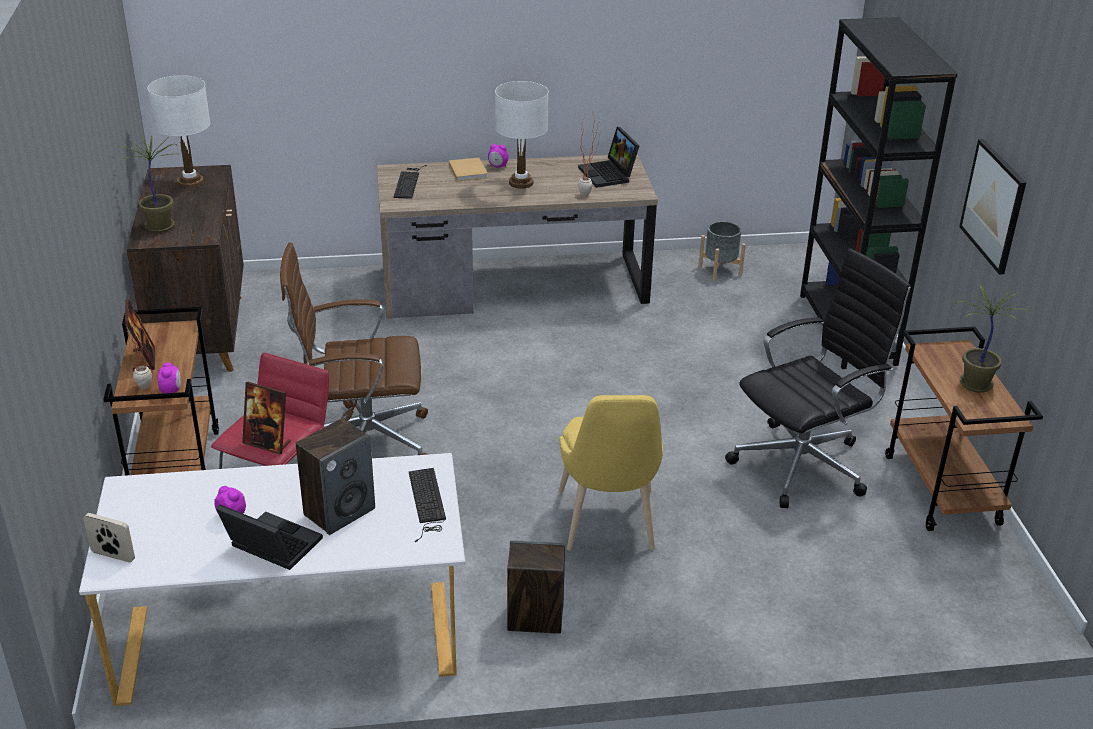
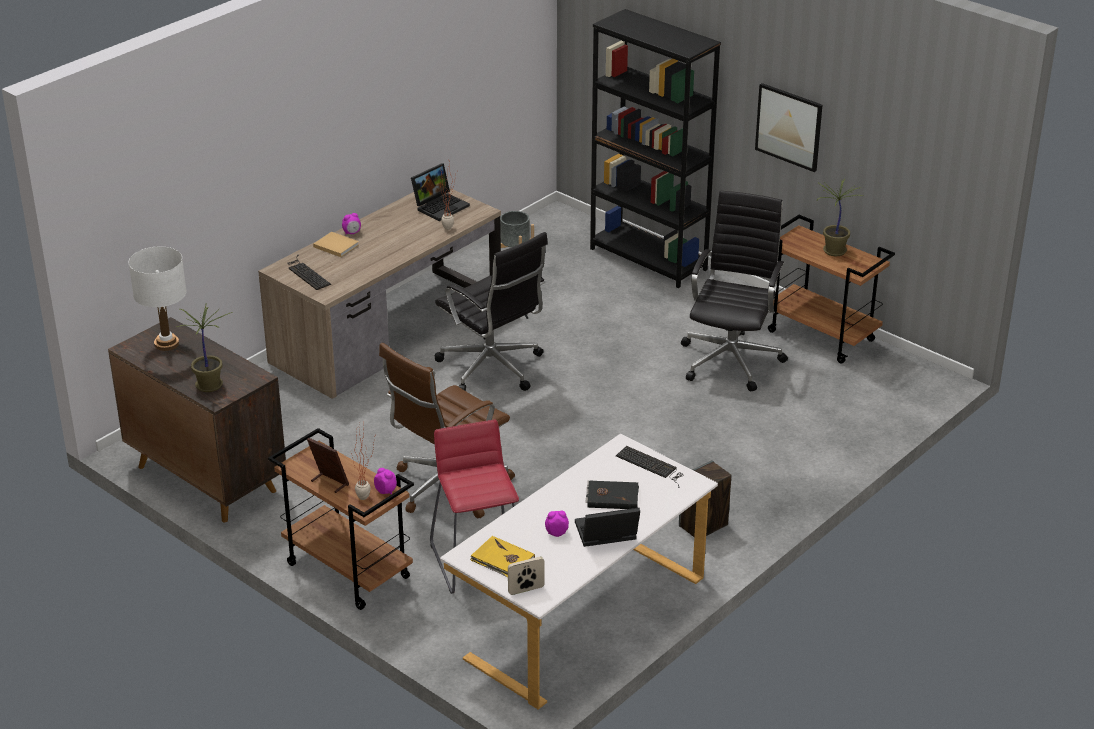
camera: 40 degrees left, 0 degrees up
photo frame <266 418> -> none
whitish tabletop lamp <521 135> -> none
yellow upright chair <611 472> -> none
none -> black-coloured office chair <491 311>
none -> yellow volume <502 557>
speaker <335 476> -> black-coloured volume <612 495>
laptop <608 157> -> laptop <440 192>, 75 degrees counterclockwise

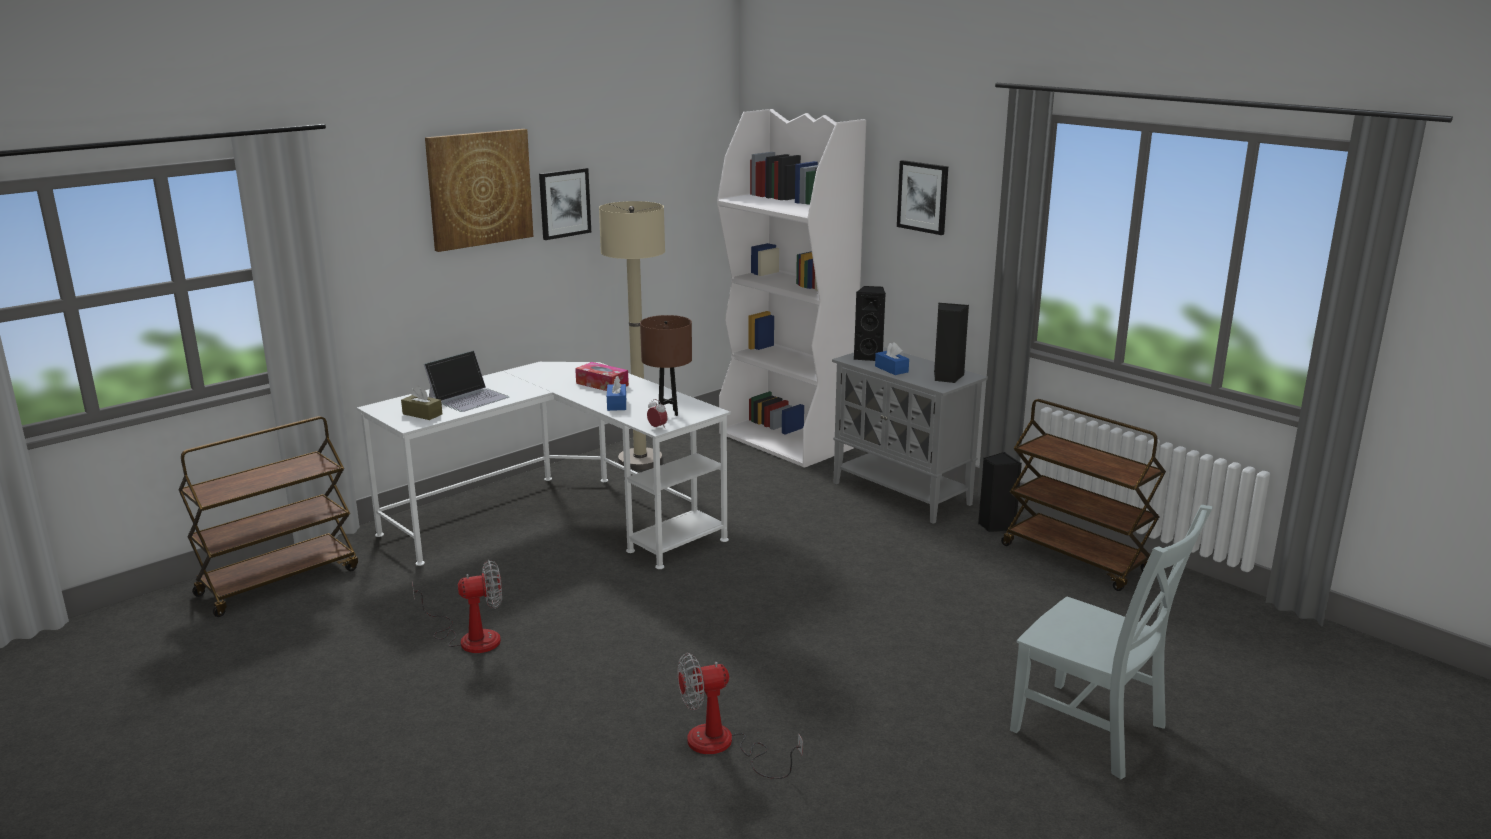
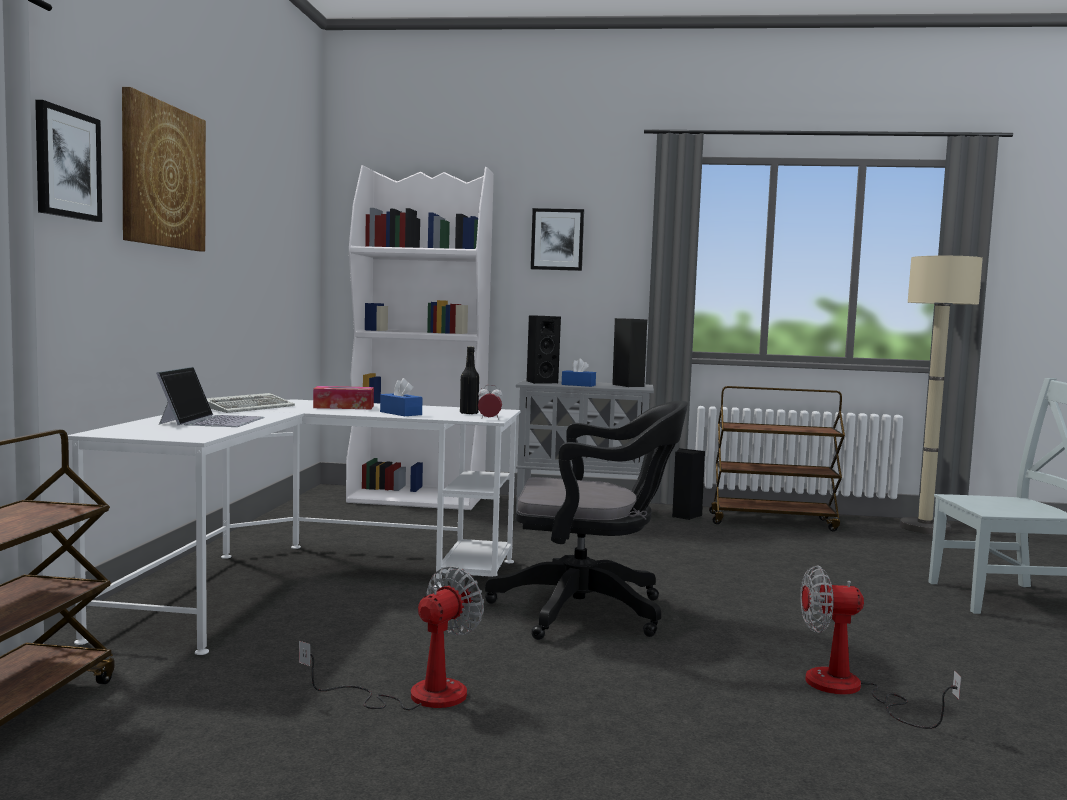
camera: 40 degrees left, 15 degrees down
brown-coloured tissue holder <421 403> -> none
none -> keyboard <251 403>
none -> black-coloured office chair <586 520>
wall picture <565 204> -> wall picture <68 161>, move
beige standing lamp <632 335> -> beige standing lamp <941 395>, move
brown-coloured tabletop lamp <666 365> -> black-coloured drink bottle <469 380>
cooling fan <740 716> -> cooling fan <880 647>, 60 degrees clockwise

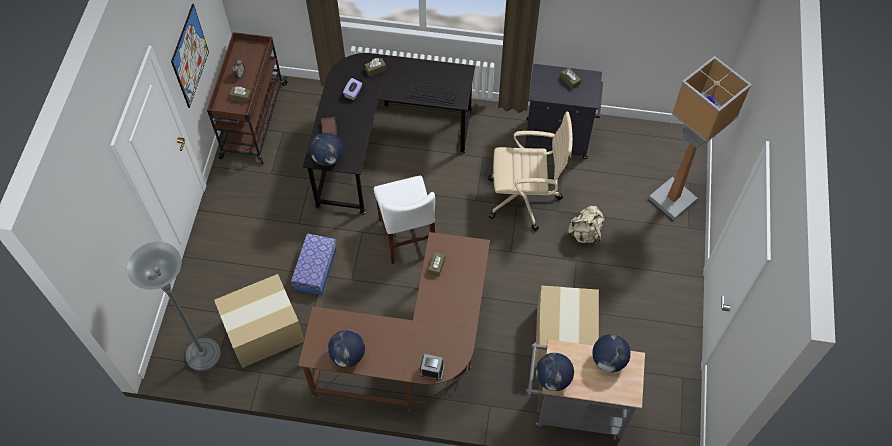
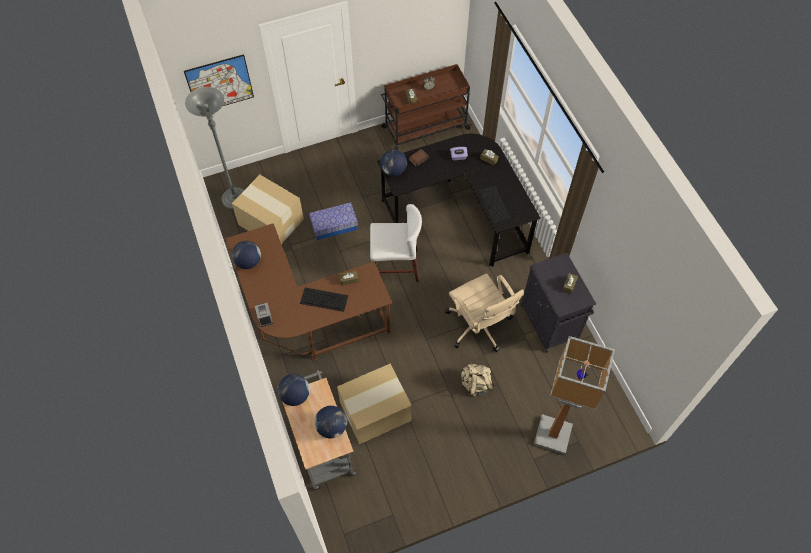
camera: 60 degrees right, 0 degrees up
none -> keyboard <324 299>
wall picture <190 56> -> wall picture <219 80>, move
whitish upright chair <404 220> -> whitish upright chair <396 243>, 135 degrees counterclockwise

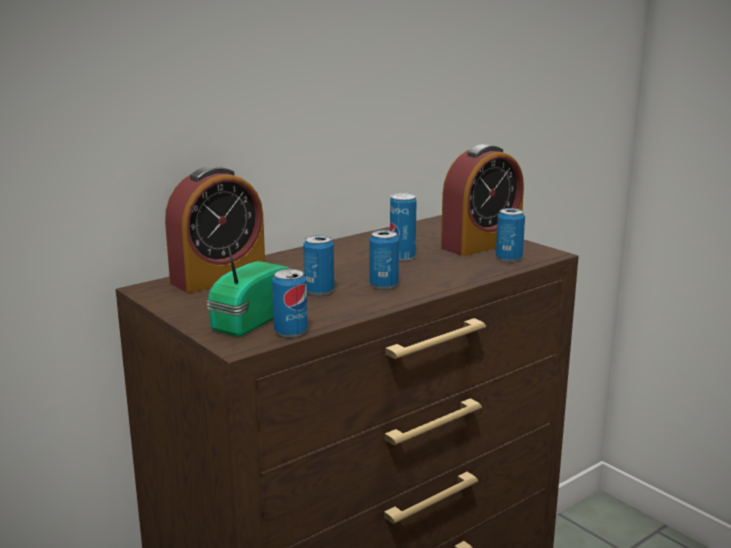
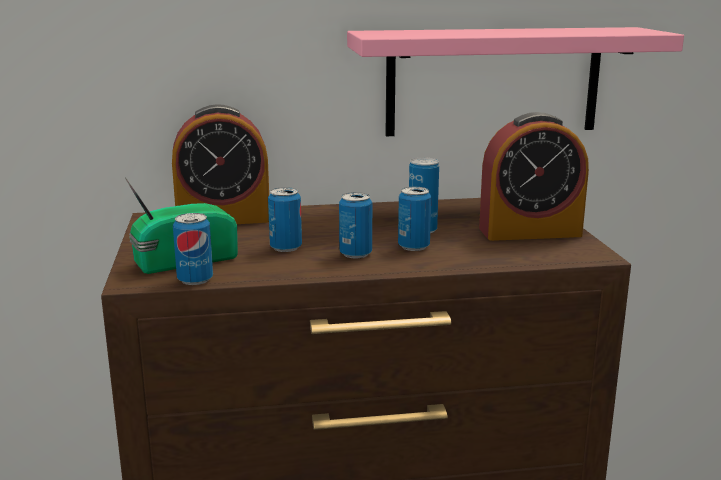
camera: 30 degrees right, 0 degrees up
none -> pink wall shelf <515 81>
sealed can <510 235> -> sealed can <414 219>, move

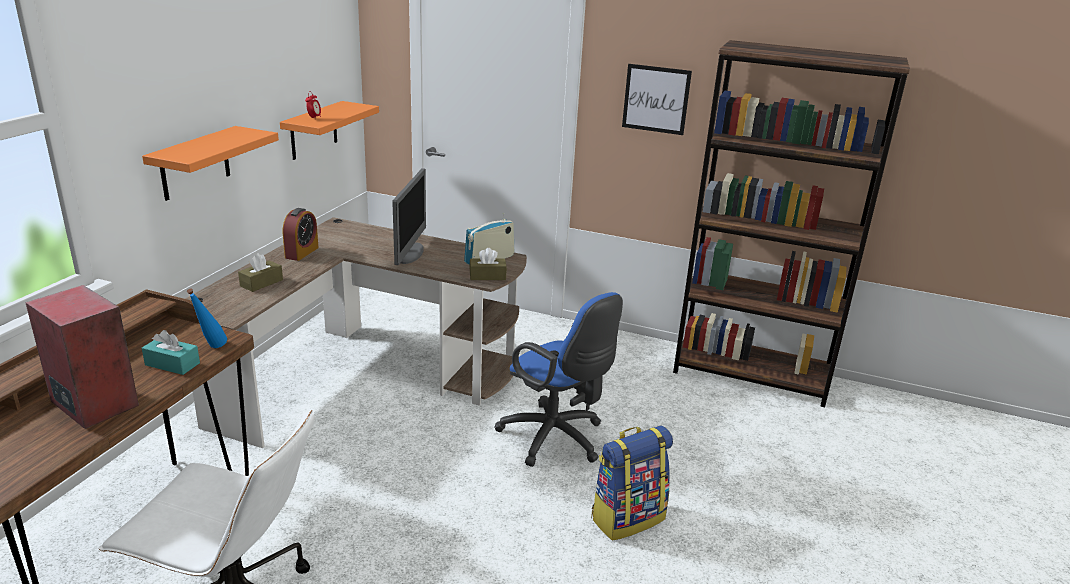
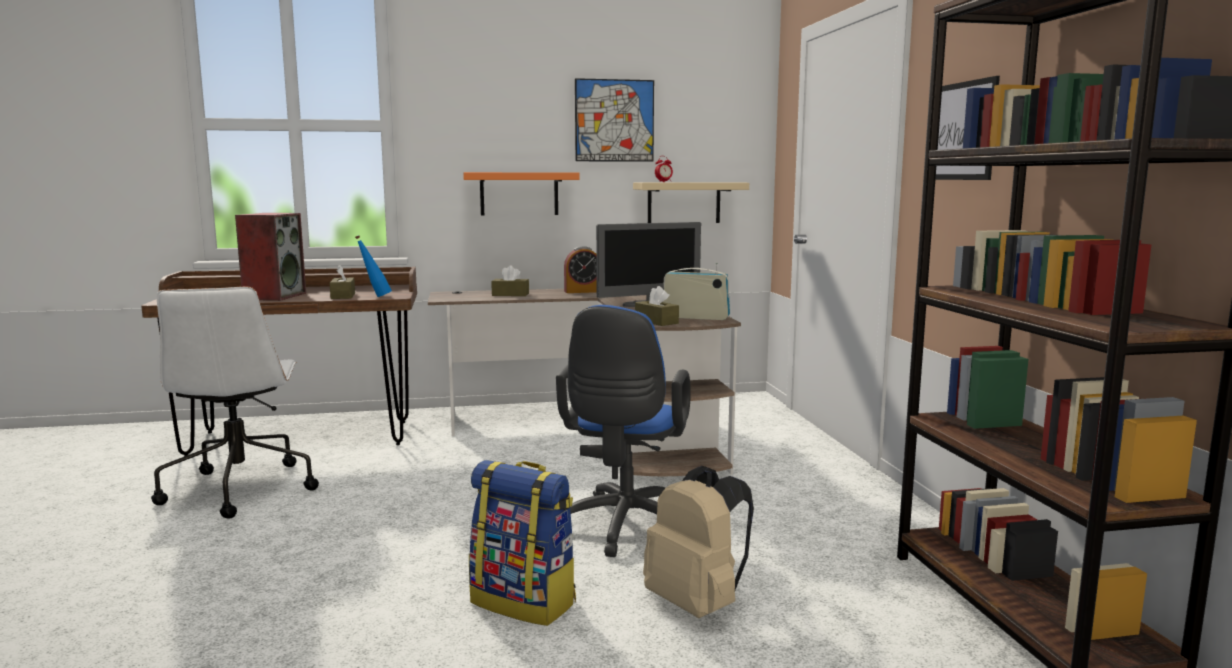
camera: 60 degrees right, 15 degrees down
none -> wall picture <614 120>
none -> beige rucksack <698 542>
blue-green tissue holder <171 352> -> brown-coloured tissue holder <342 281>
orange wall shelf <329 130> -> beige wall shelf <691 202>

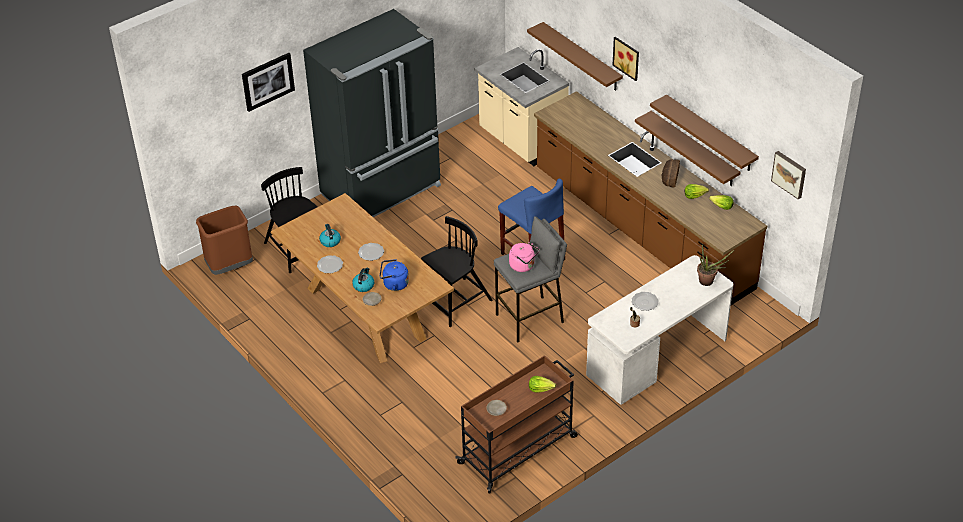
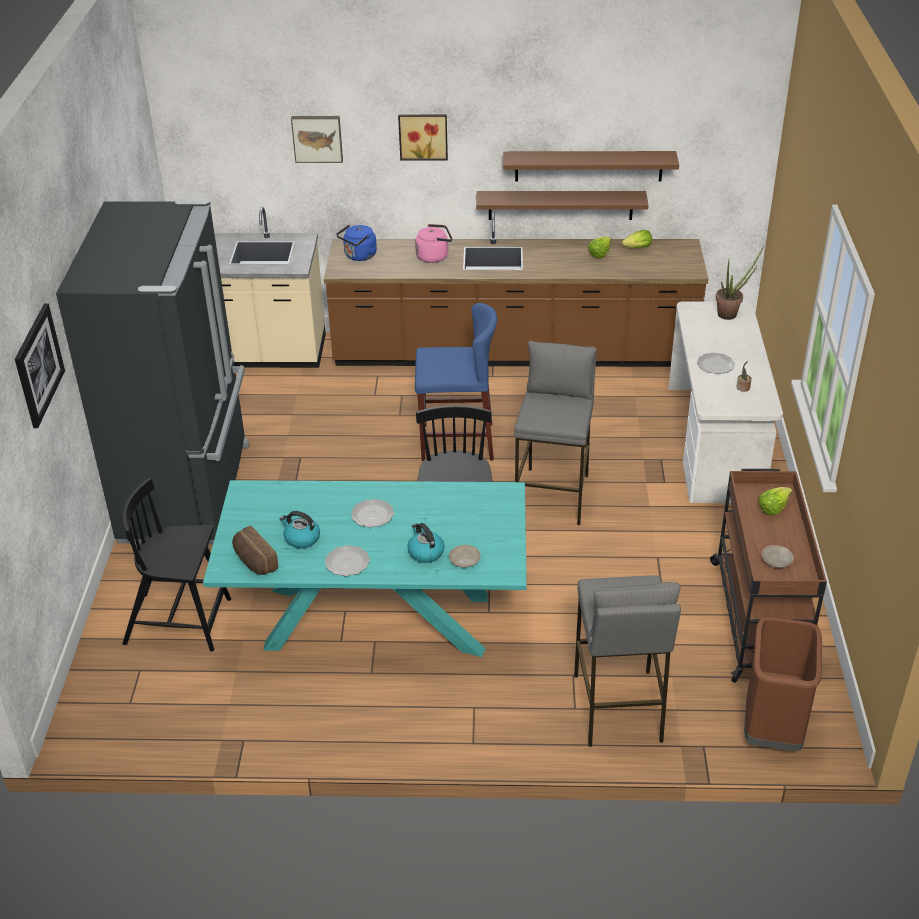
camera: 50 degrees left, 5 degrees down
brown-coloured wall shelf <575 56> -> none
none -> gray stool seat <627 661>
brown-coloured trash can <224 240> -> brown-coloured trash can <783 683>, move
blue-coloured water kettle <394 275> -> blue-coloured water kettle <356 243>, move
pink water kettle <524 257> -> pink water kettle <433 243>, move
baked bread <671 173> -> baked bread <255 550>, move
wall picture <788 175> -> wall picture <317 139>, move
brown-coloured dinner table <362 278> -> blue-green dinner table <365 568>

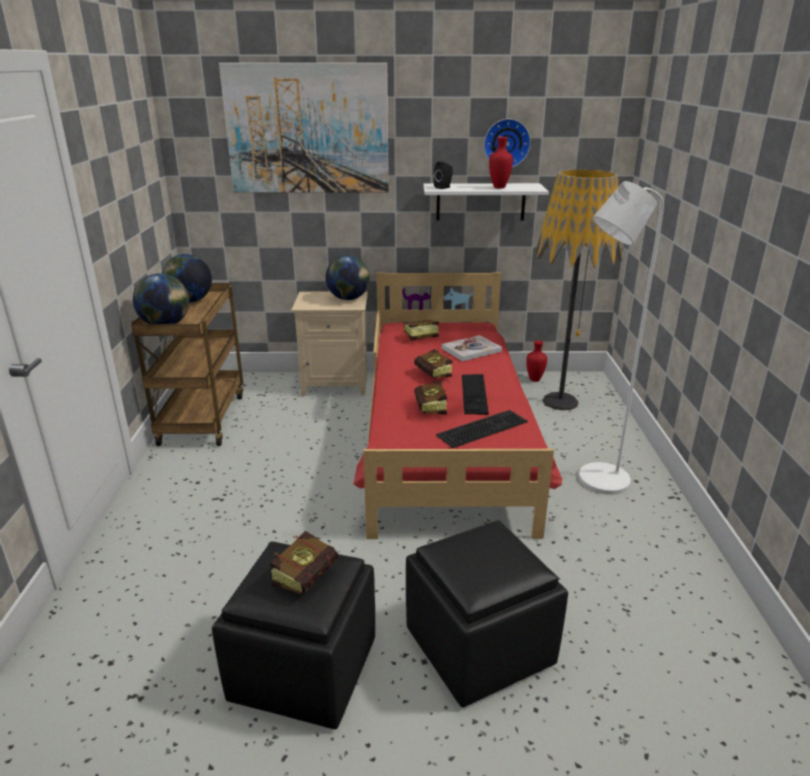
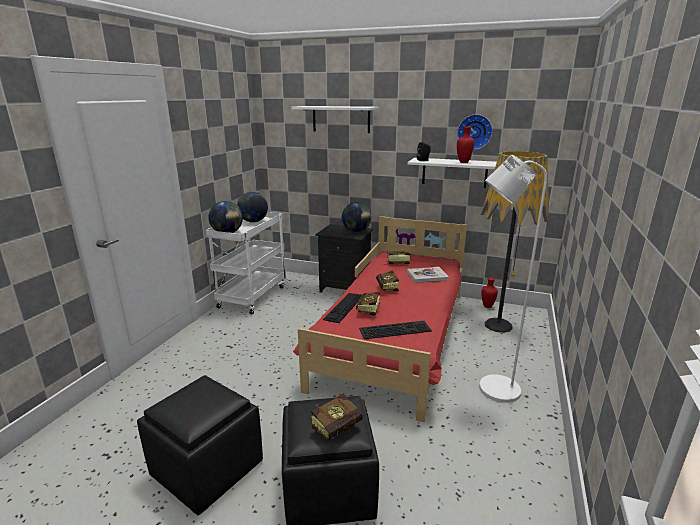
camera: 20 degrees right, 5 degrees down
volume <304 563> -> volume <337 416>, move
keyboard <475 394> -> keyboard <342 308>, move
wall picture <304 128> -> whitish wall shelf <335 119>
brown-coloured wheeled cart <187 364> -> whitish wheeled cart <246 263>
beige night table <329 344> -> black-coloured night table <344 258>

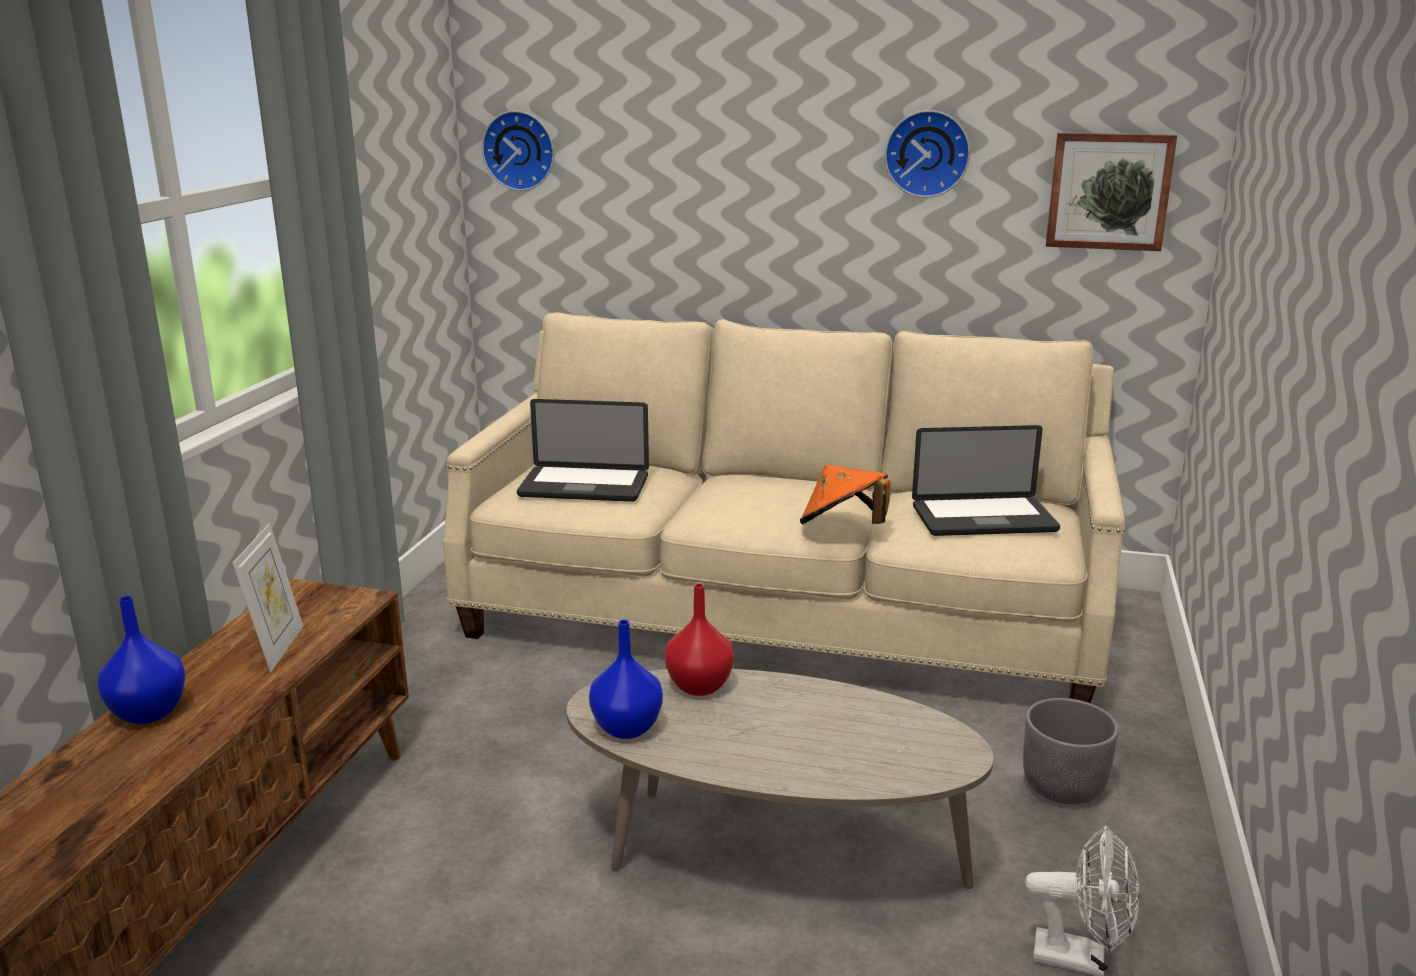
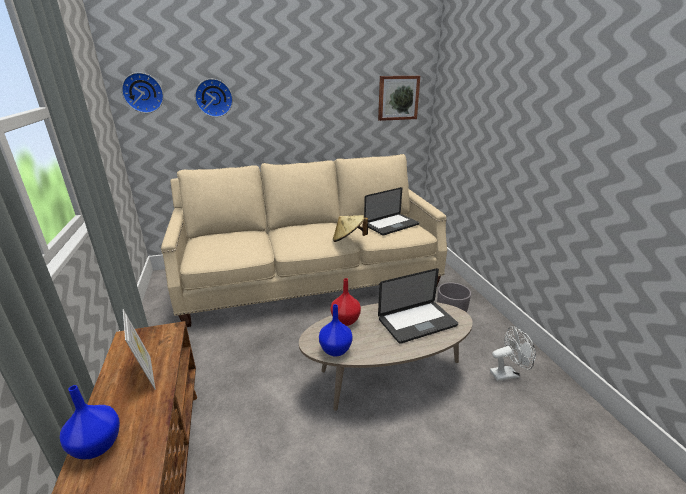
camera: 30 degrees left, 5 degrees up
laptop <583 450> -> laptop <418 306>, move
clock on the wall <927 154> -> clock on the wall <214 98>, move
orange clothing hat <845 494> -> beige clothing hat <350 228>

